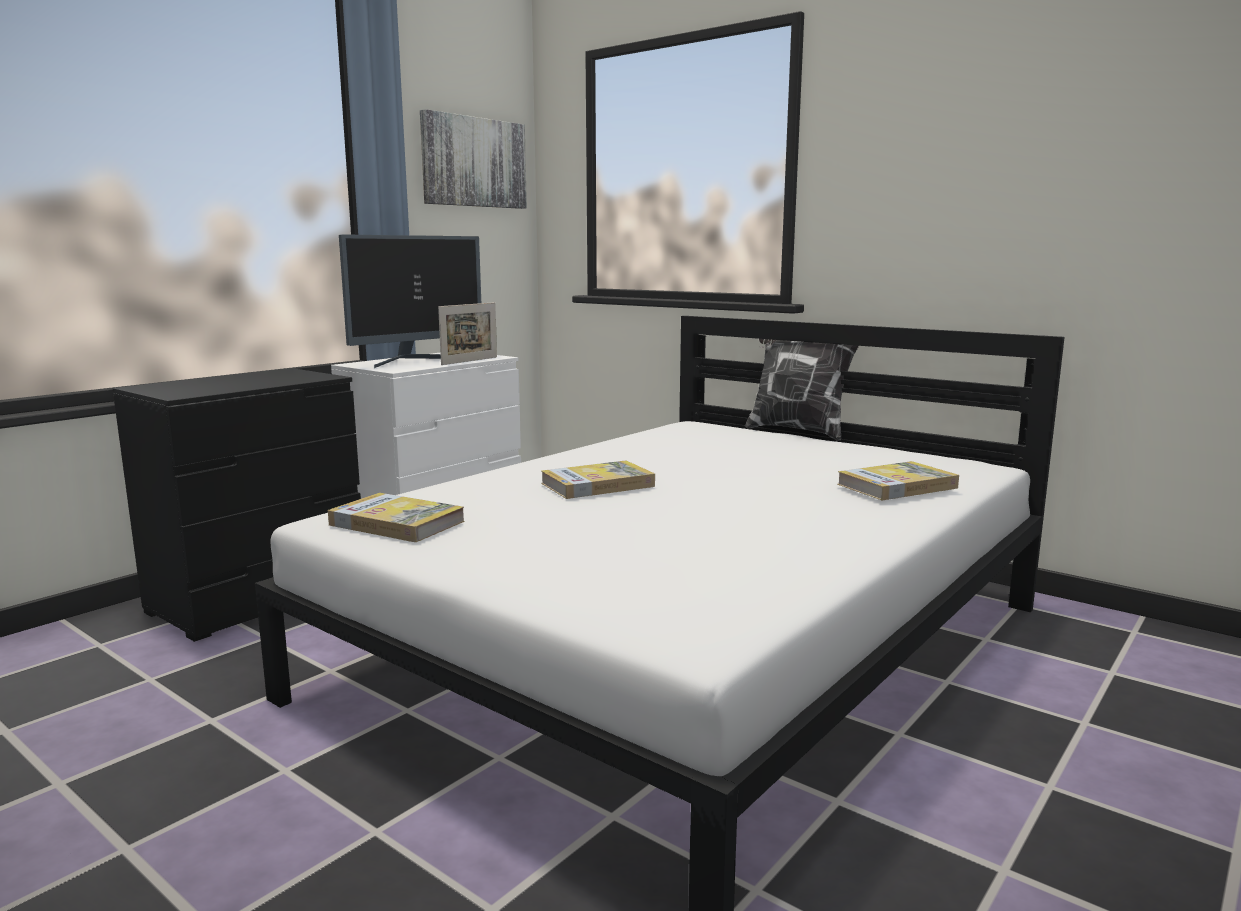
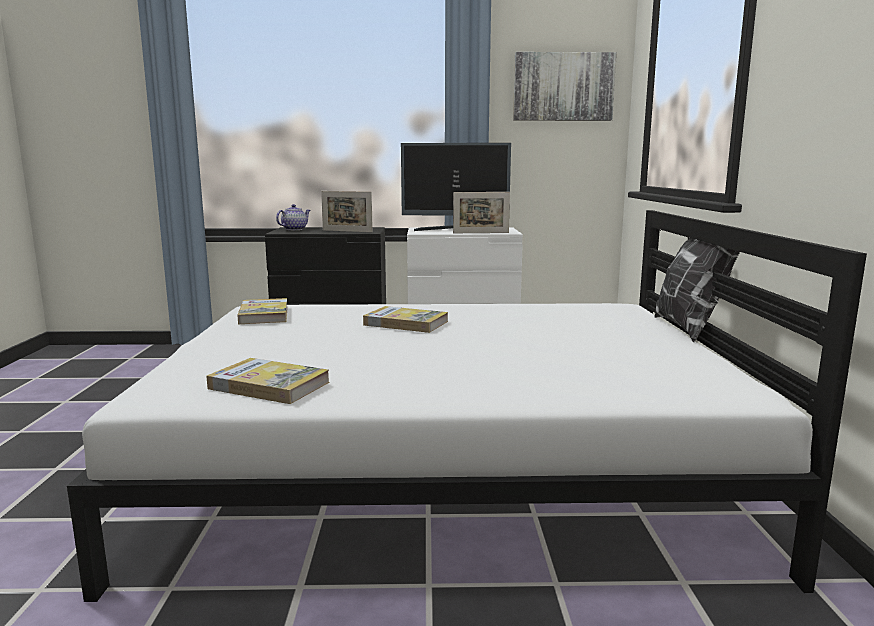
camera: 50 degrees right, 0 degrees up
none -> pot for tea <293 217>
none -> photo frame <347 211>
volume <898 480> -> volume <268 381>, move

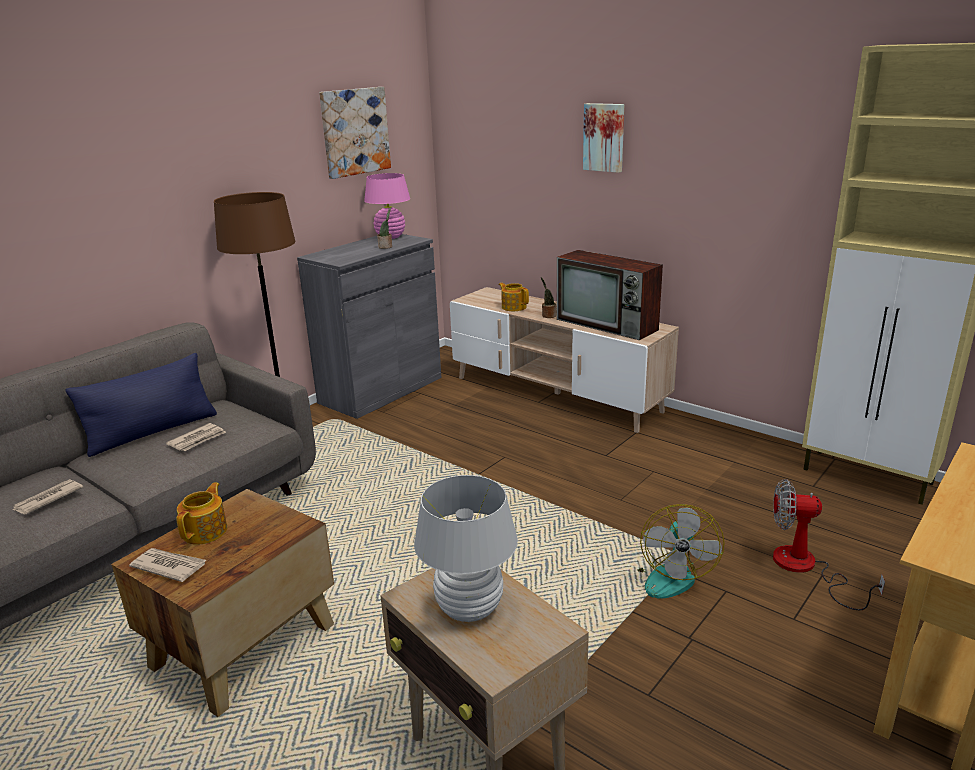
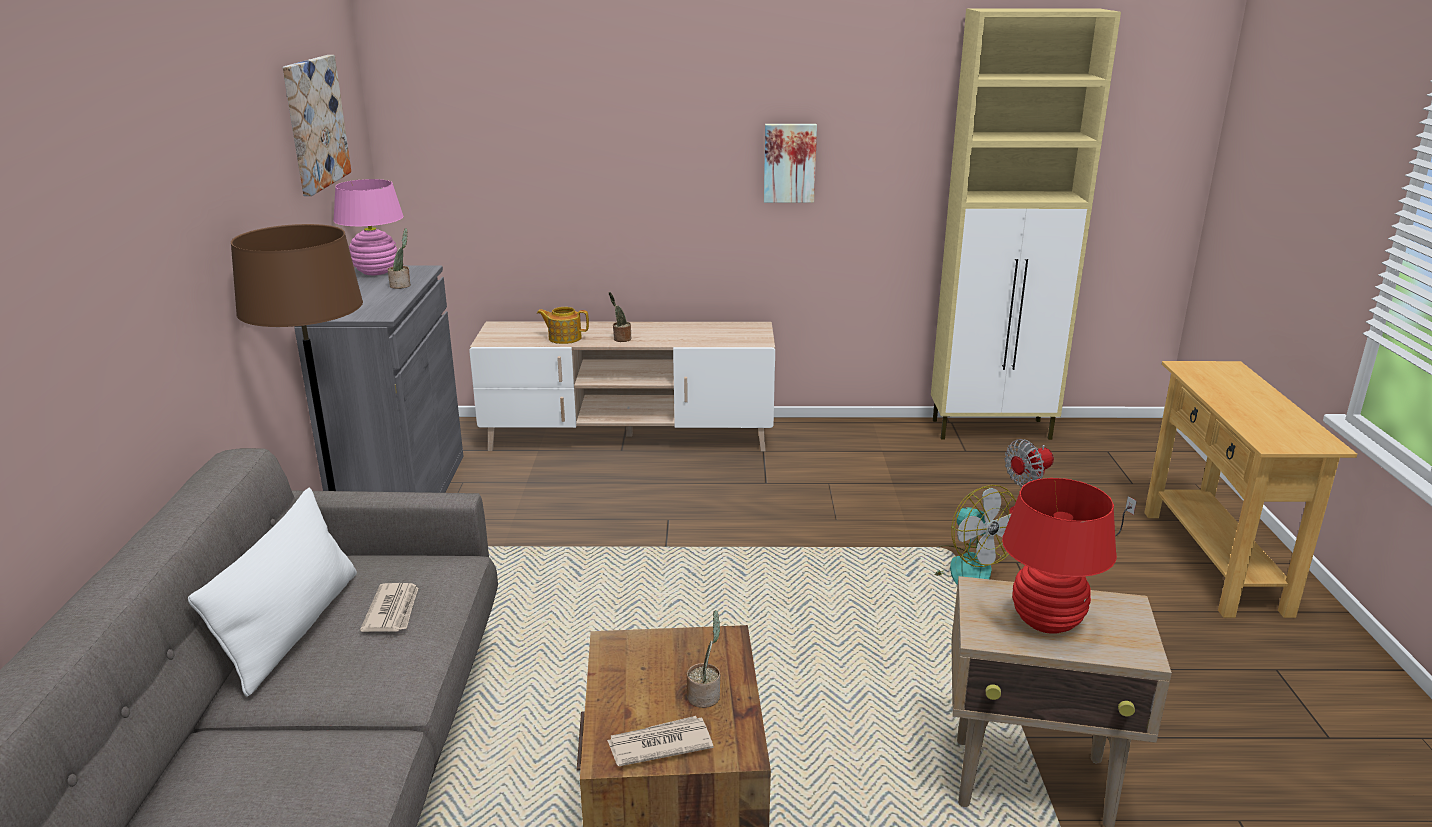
camera: 40 degrees left, 0 degrees up
printed paper <47 497> -> none
pot for tea <201 513> -> none
TV set <610 295> -> none
none -> potted plant <703 659>
wall picture <603 138> -> wall picture <790 163>, move
blue-coloured pillow <141 405> -> whitish pillow <272 592>
whitish tabletop lamp <466 548> -> reddish tabletop lamp <1059 556>

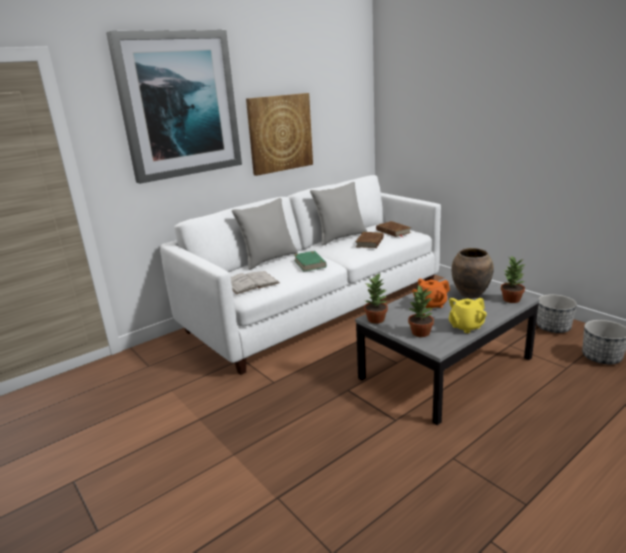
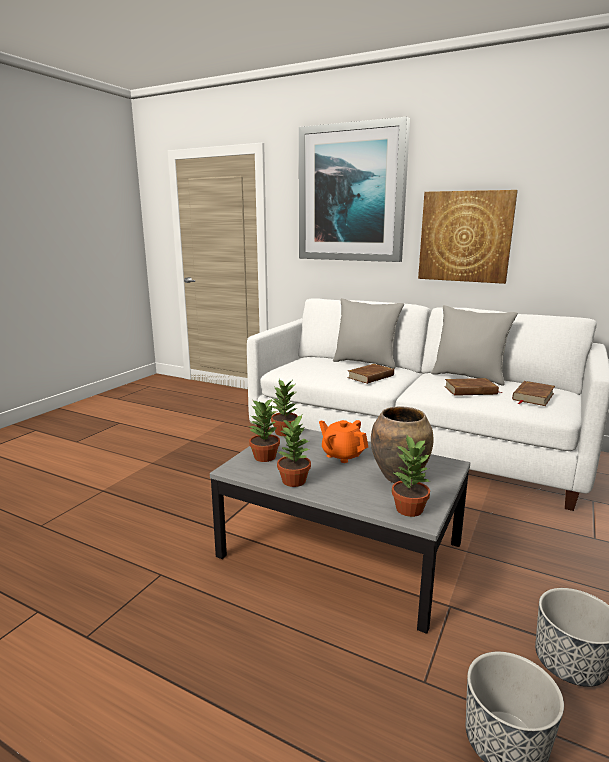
camera: 65 degrees right, 5 degrees down
whitish volume <255 282> -> none
yellow pot for tea <468 315> -> potted plant <294 451>
greenish volume <310 261> -> brown-coloured volume <370 374>

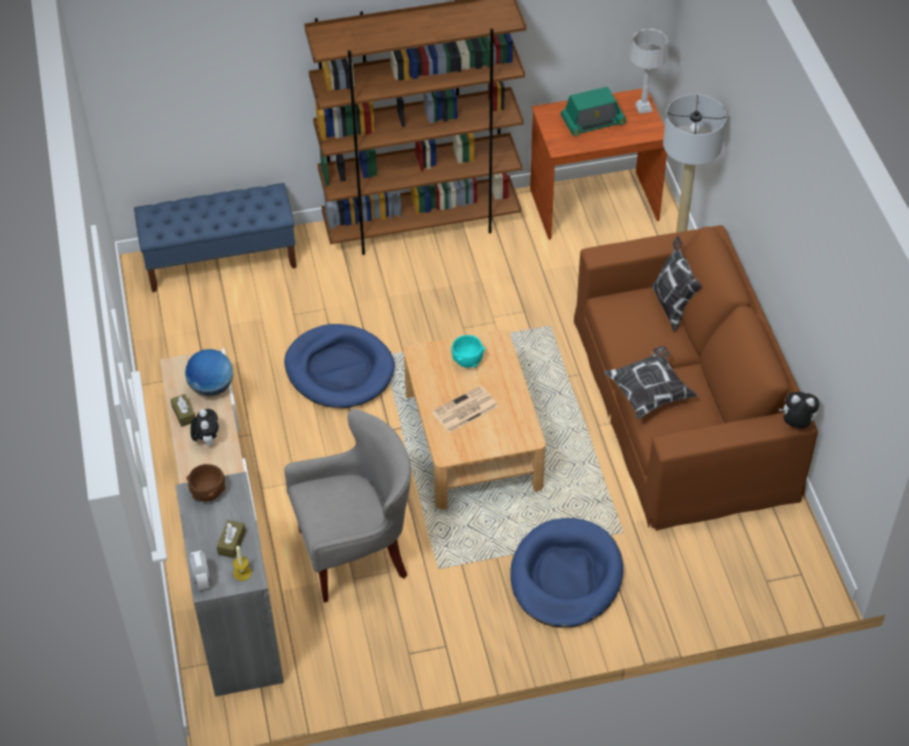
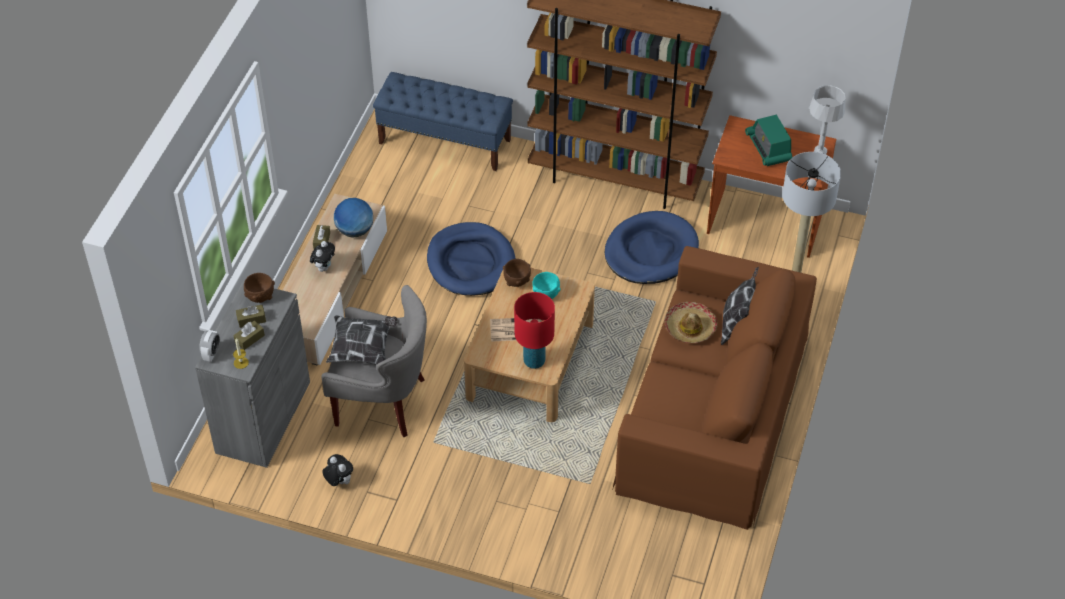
camera: 30 degrees right, 0 degrees up
none -> brown-coloured tissue holder <251 316>
none -> brown-coloured deep dish <517 273>
none -> reddish tabletop lamp <534 330>
none -> clothing hat <691 322>
blue-coloured dog cushion <566 573> -> blue-coloured dog cushion <652 247>, move
pillow <651 382> -> pillow <362 340>, move
soft toy <799 410> -> soft toy <337 470>, move
radio <593 111> -> radio <768 140>, 60 degrees clockwise

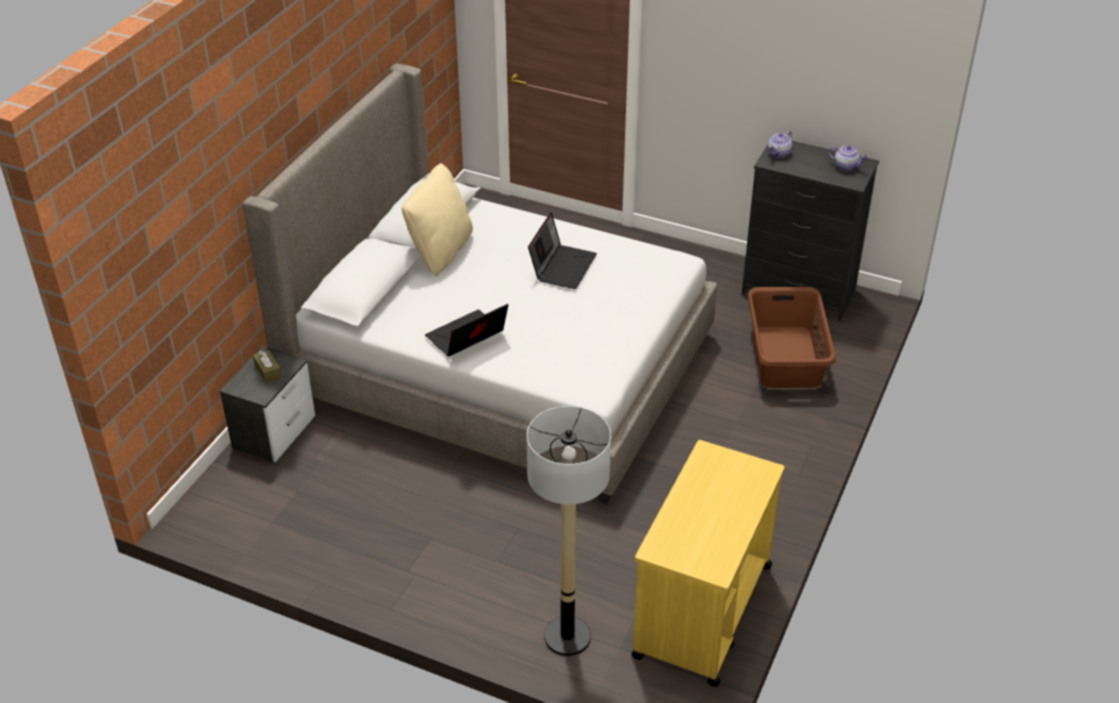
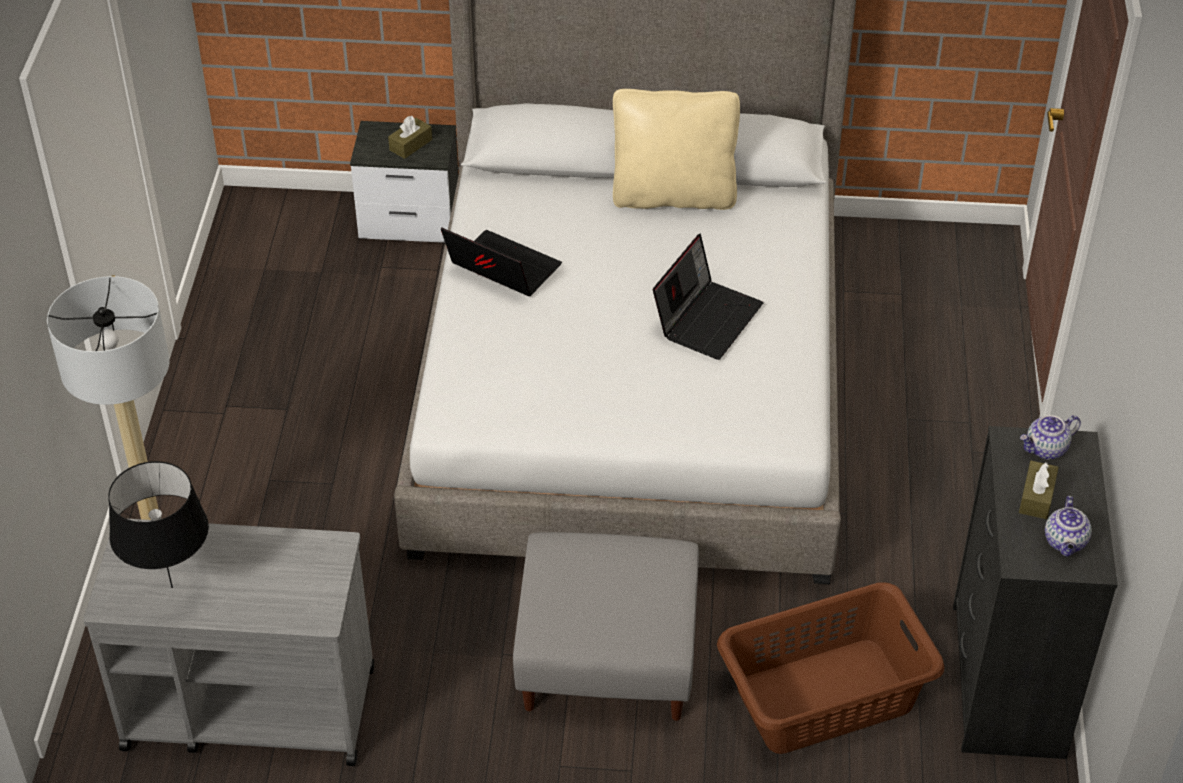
camera: 70 degrees right, 5 degrees up
none -> black-coloured tabletop lamp <158 524>
none -> gray footrest <606 626>
none -> brown-coloured tissue holder <1039 490>
yellow wheeled cart <708 563> -> gray wheeled cart <228 642>
laptop <562 250> -> laptop <708 297>, 60 degrees counterclockwise
pot for tea <780 144> -> pot for tea <1050 437>, 45 degrees counterclockwise

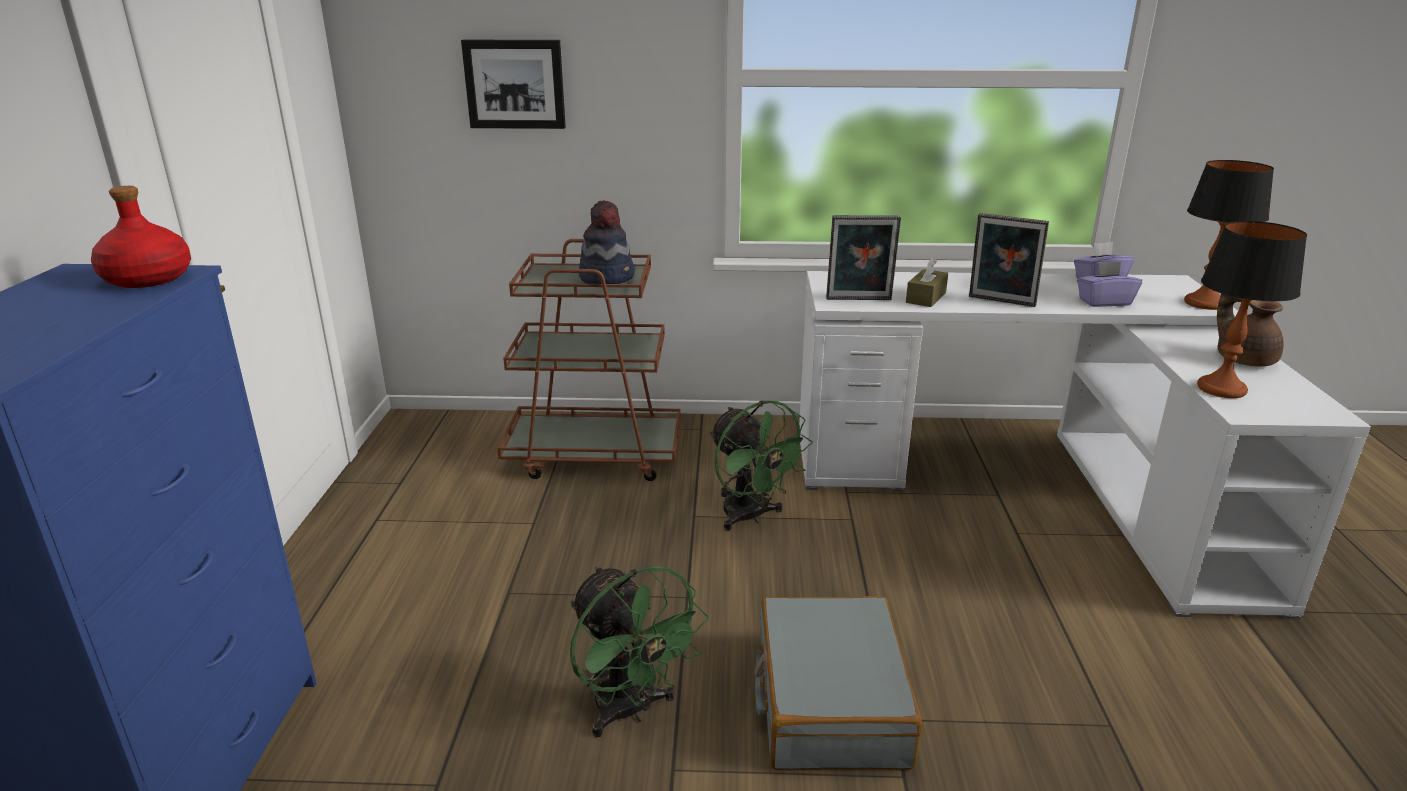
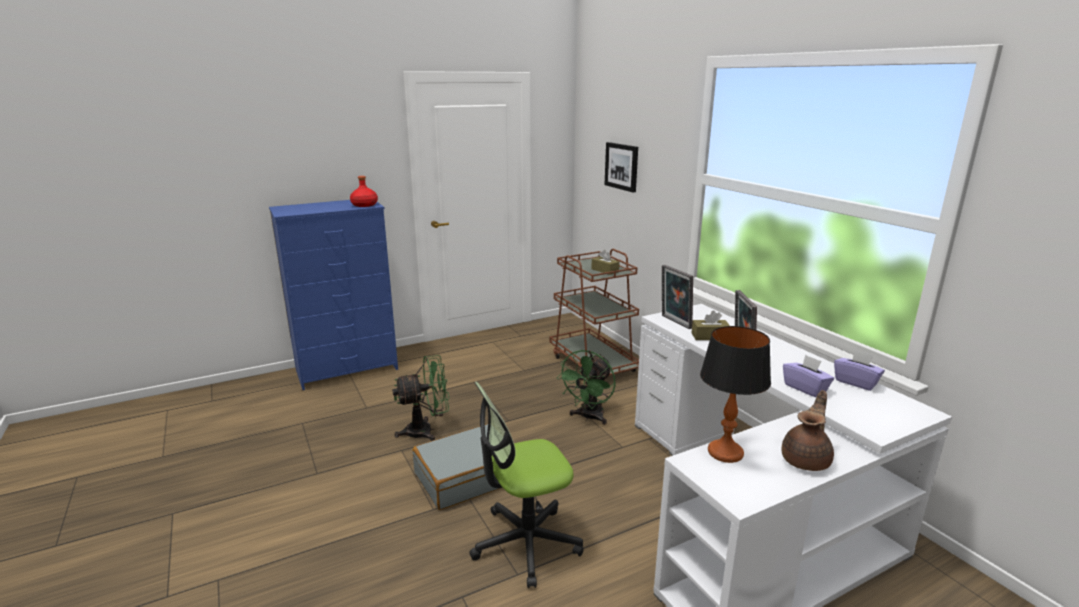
camera: 60 degrees right, 5 degrees down
tabletop lamp <1229 235> -> none
none -> office chair <526 485>
clothing hat <607 242> -> brown-coloured tissue holder <605 262>
greenish cooling fan <639 652> -> greenish cooling fan <421 398>, 135 degrees counterclockwise

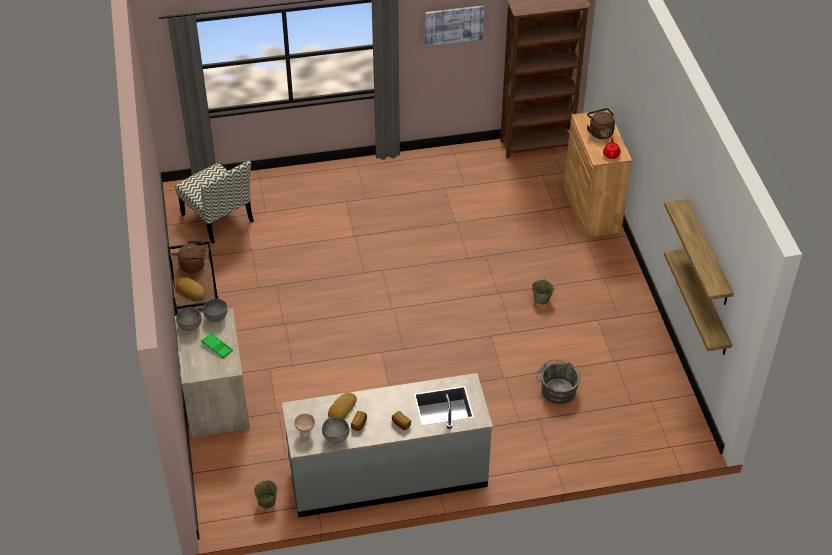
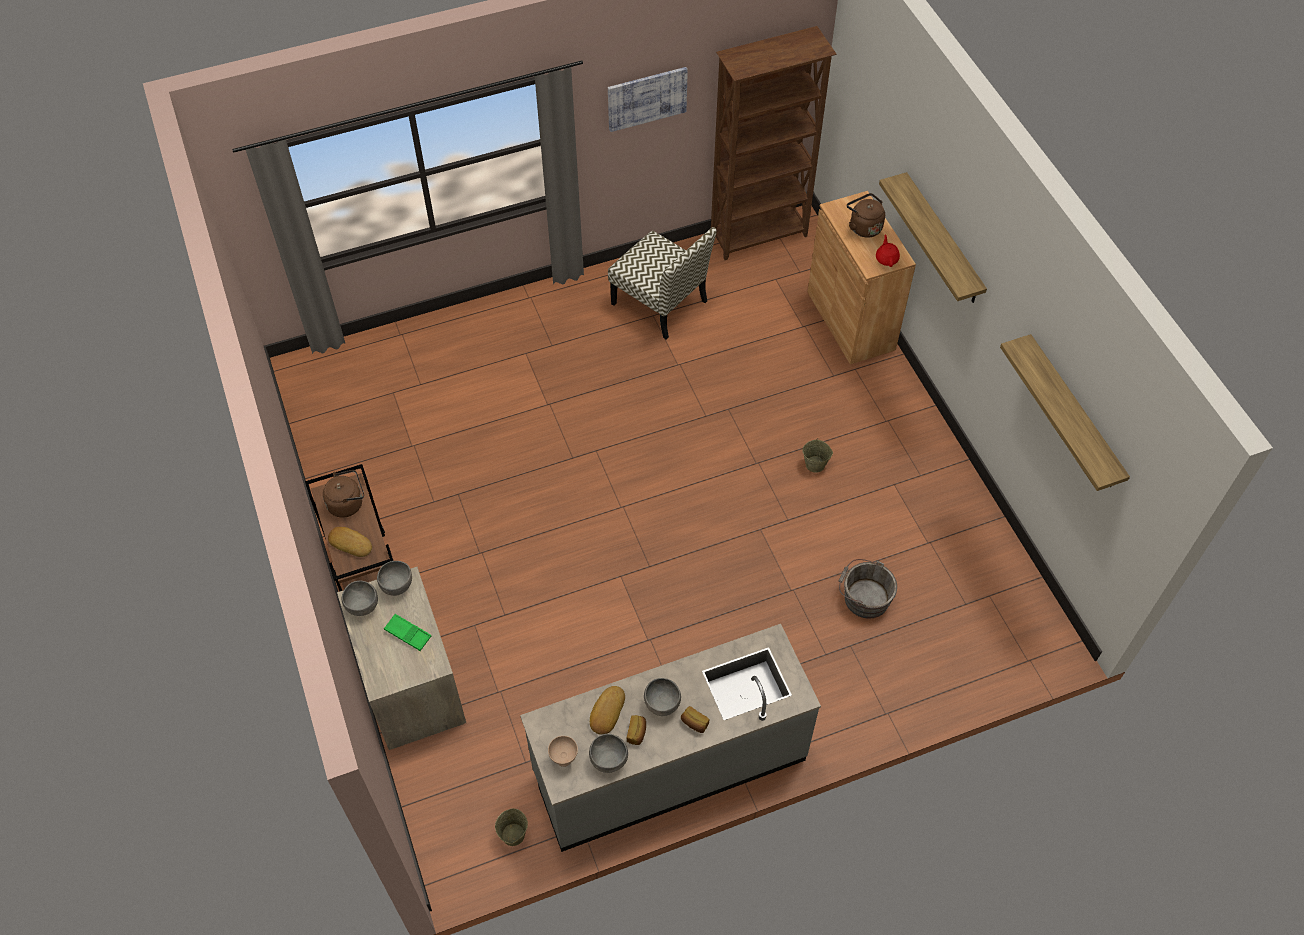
camera: 10 degrees left, 10 degrees up
none -> gray deep dish <662 697>
upright chair <214 202> -> upright chair <662 283>, move
wall shelf <698 302> -> wall shelf <933 237>, move

